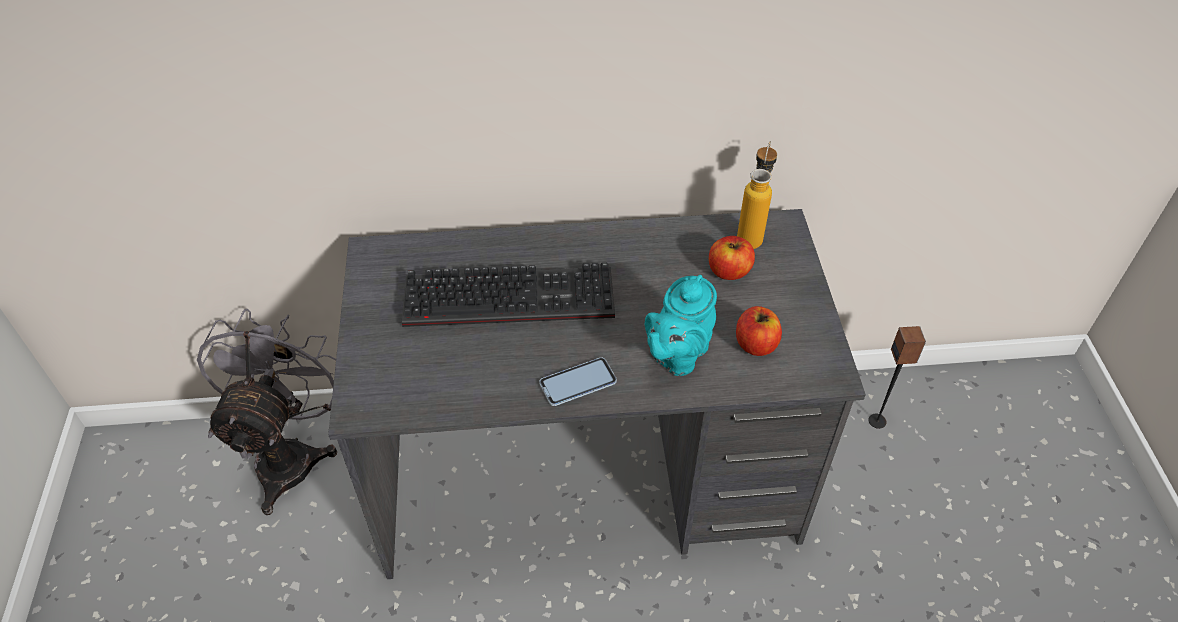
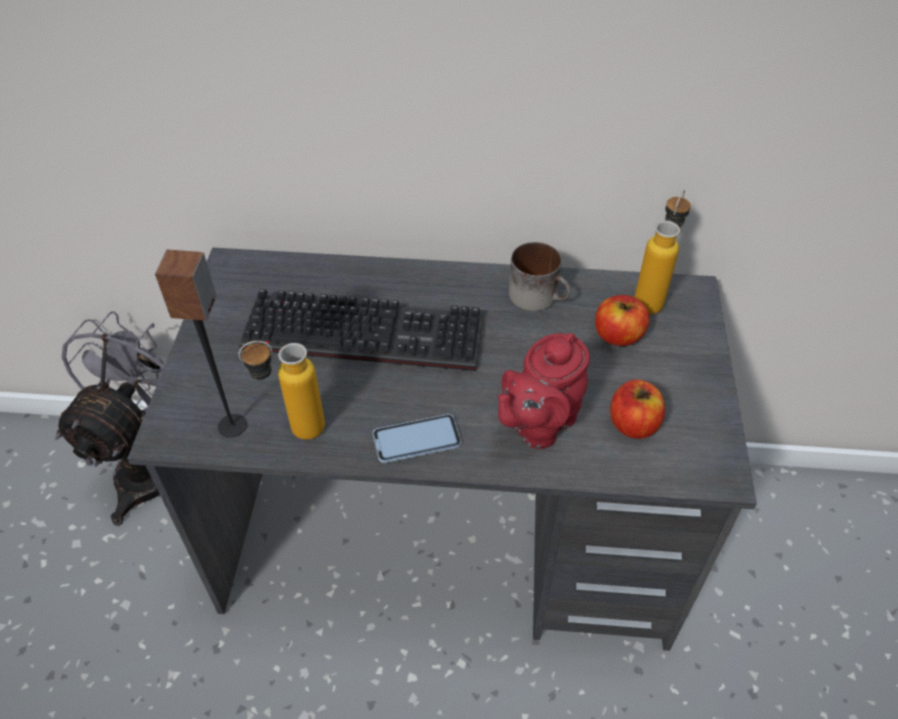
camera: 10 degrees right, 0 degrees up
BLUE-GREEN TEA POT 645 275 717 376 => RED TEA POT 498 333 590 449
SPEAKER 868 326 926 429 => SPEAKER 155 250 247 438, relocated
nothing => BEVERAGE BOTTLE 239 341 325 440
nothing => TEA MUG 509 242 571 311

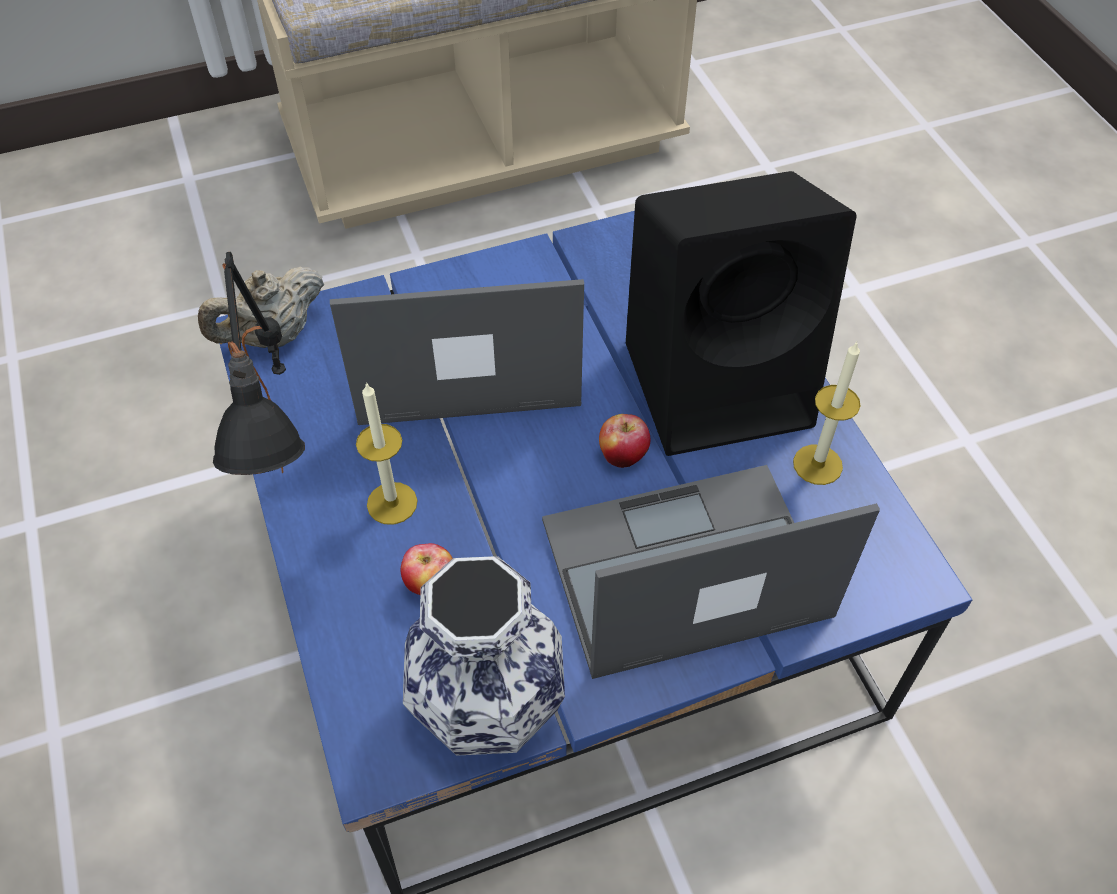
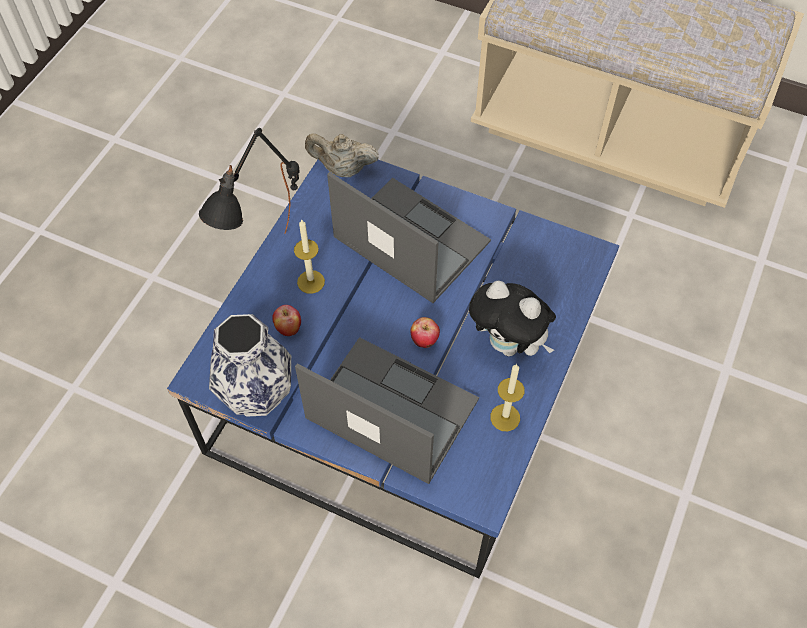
camera: 45 degrees right, 5 degrees up
BLACKISH SPEAKER 626 171 857 456 => PLUSH TOY 469 281 556 356

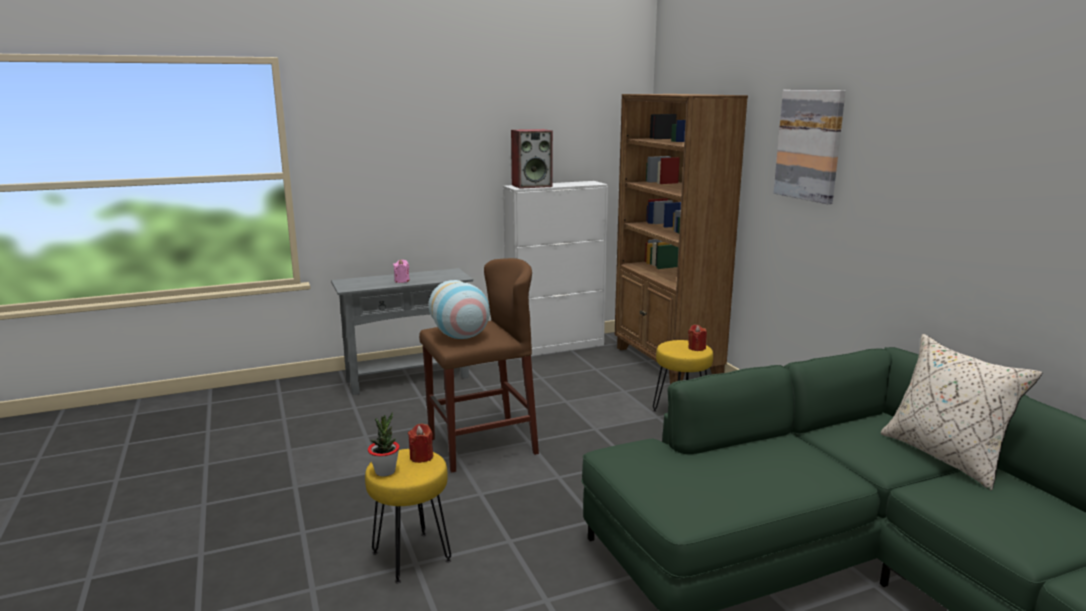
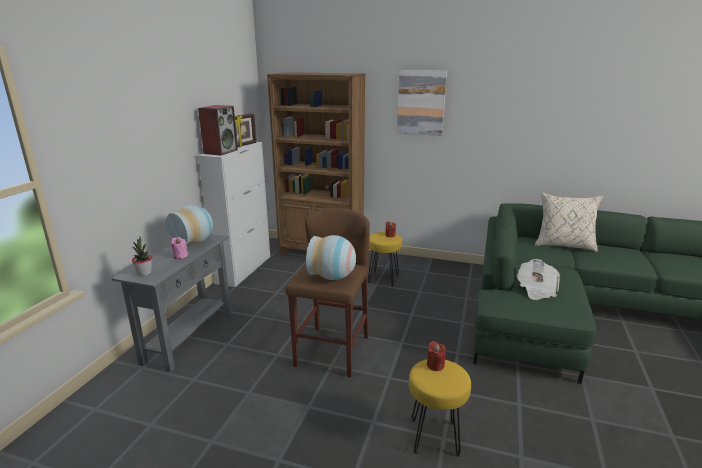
camera: 50 degrees left, 5 degrees up
POTTED PLANT 368 412 400 477 => POTTED PLANT 132 237 152 276, relocated
nothing => FLOWER VASE 166 205 213 245
nothing => PHOTO FRAME 235 114 256 147
nothing => PRINTED PAPER 517 259 560 300

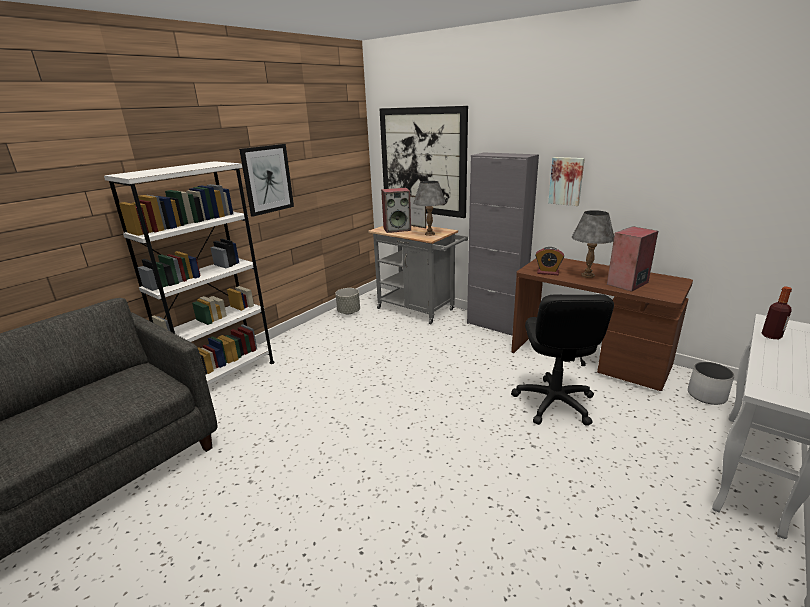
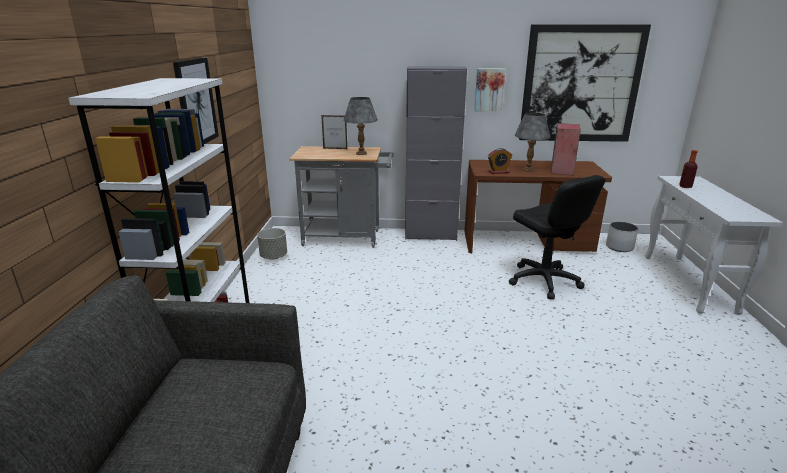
camera: 35 degrees left, 0 degrees up
PICTURE 380 106 468 218 => PICTURE 519 25 651 142, relocated
SPEAKER 381 188 411 233 => nothing

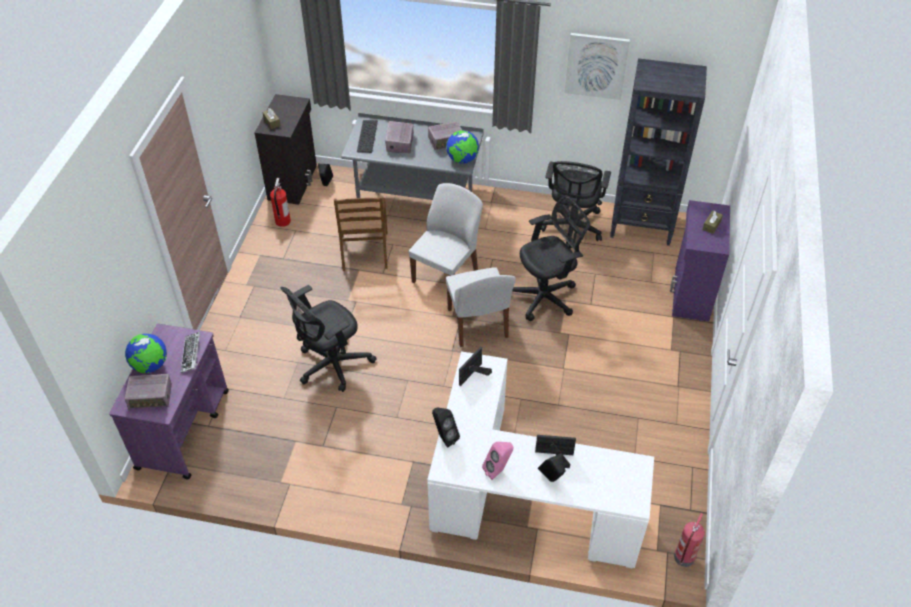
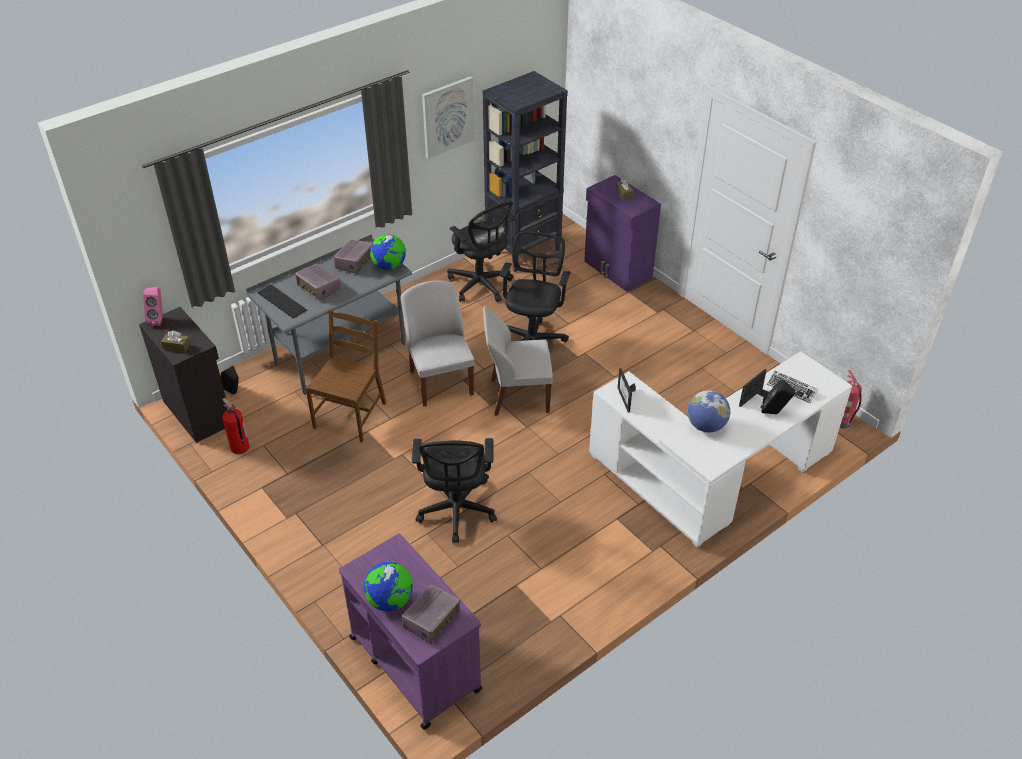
camera: 50 degrees left, 5 degrees down
COMPUTER KEYBOARD 181 332 200 373 => COMPUTER KEYBOARD 767 371 818 403, relocated
BROWNISH CHAIR 334 196 388 271 => BROWNISH CHAIR 306 308 386 442, 105 degrees counterclockwise
BLACKISH SPEAKER 432 408 460 448 => nothing
WHITE-COLOURED CHAIR 446 267 516 347 => WHITE-COLOURED CHAIR 483 306 553 416, 150 degrees clockwise
PINK SPEAKER 482 442 514 480 => PINK SPEAKER 143 287 163 326, relocated
nothing => GLOBE 687 390 730 432

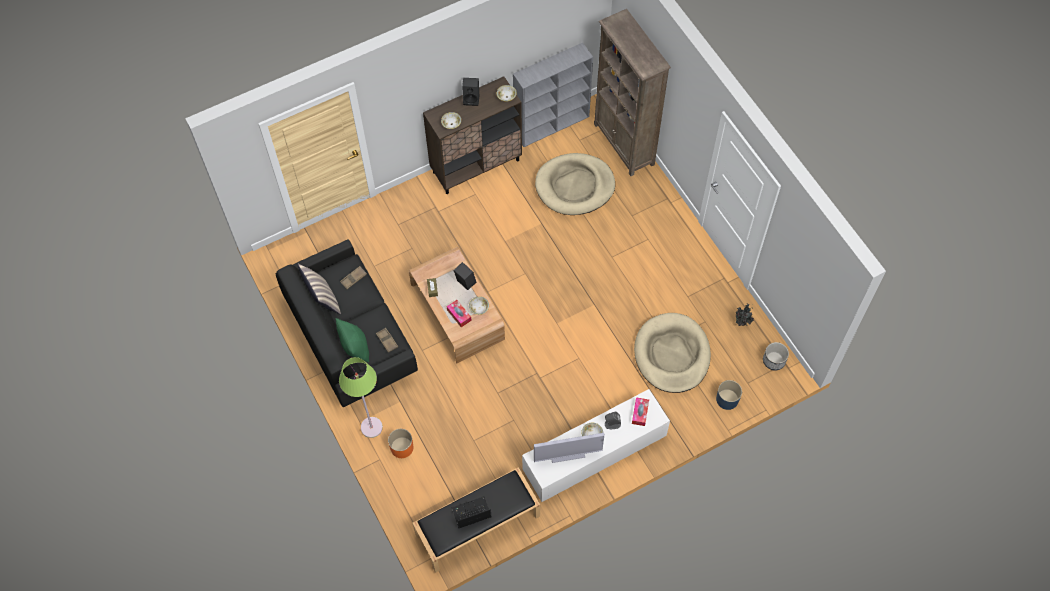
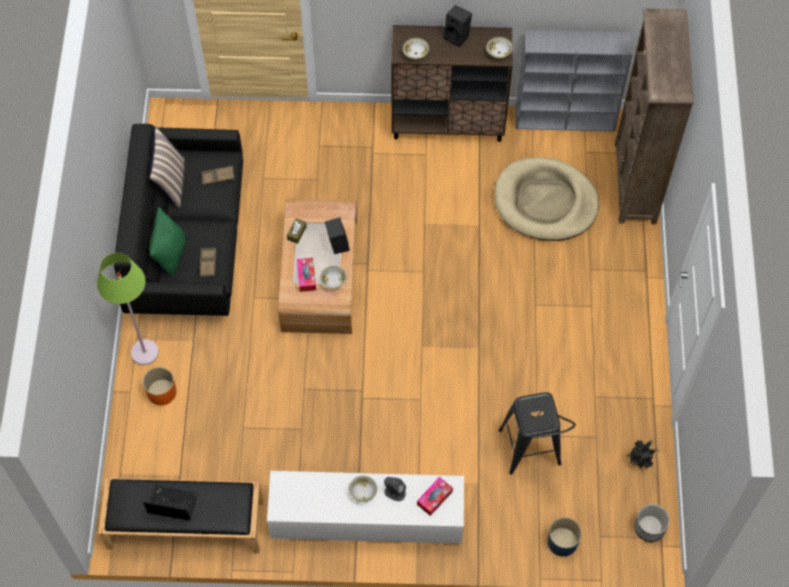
camera: 30 degrees right, 0 degrees up
TV 534 433 604 463 => nothing
BEIGE-COLOURED DOG CUSHION 634 313 711 393 => BLACKISH SITTING STOOL 499 392 576 475

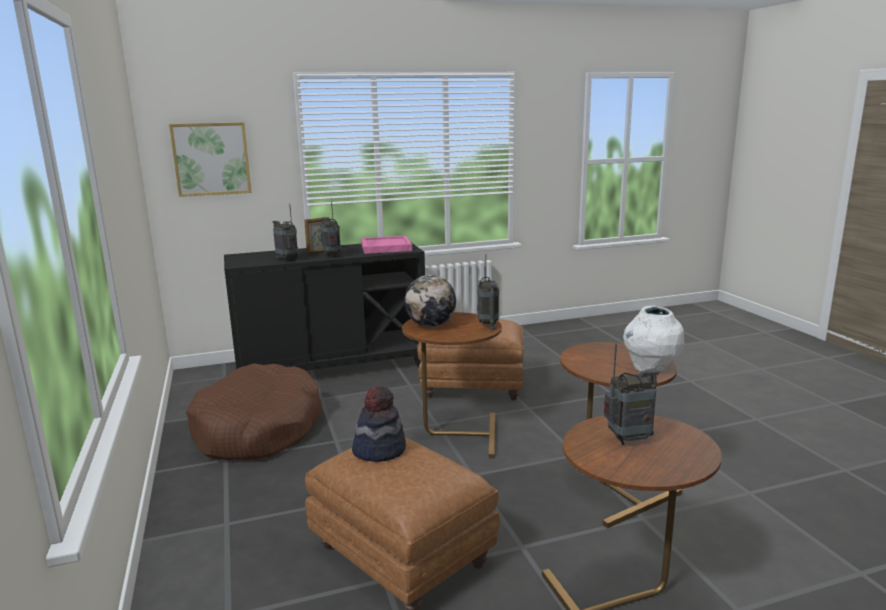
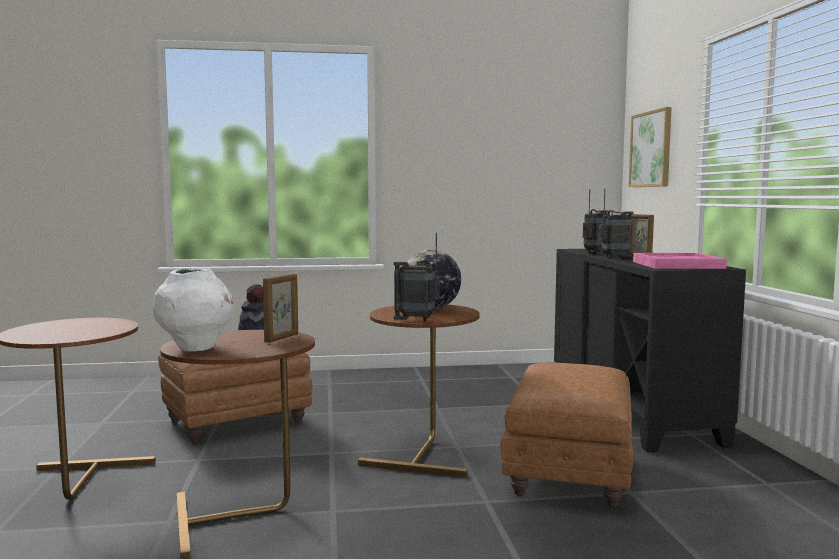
camera: 100 degrees right, 10 degrees down
BROWNISH DOG CUSHION 186 363 322 460 => nothing
RADIO SET 604 344 659 445 => nothing
nothing => PHOTO FRAME 263 274 298 343

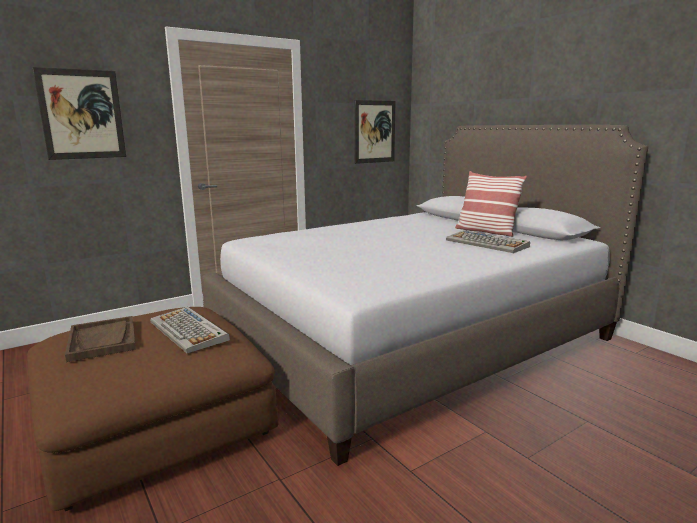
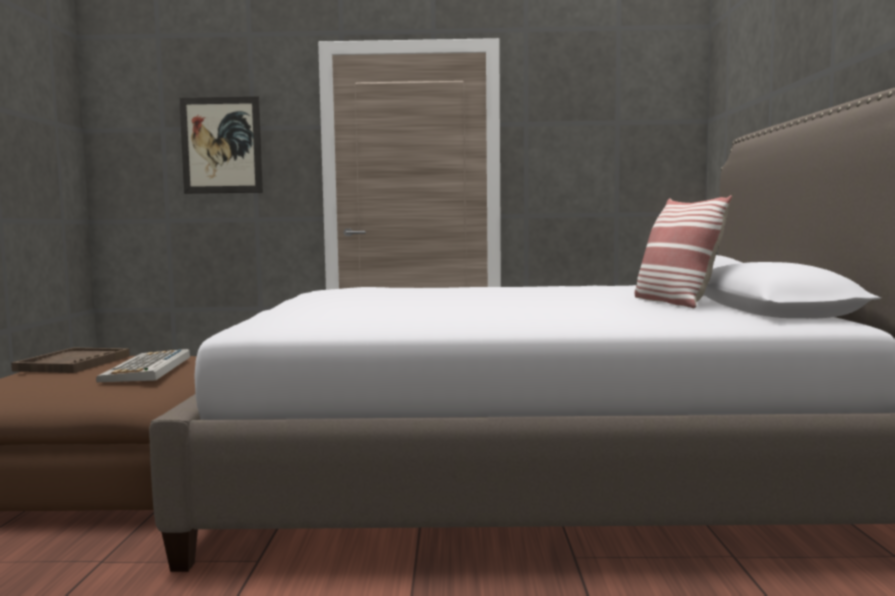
camera: 35 degrees right, 10 degrees down
PICTURE 354 100 395 164 => nothing
COMPUTER KEYBOARD 446 230 530 253 => nothing

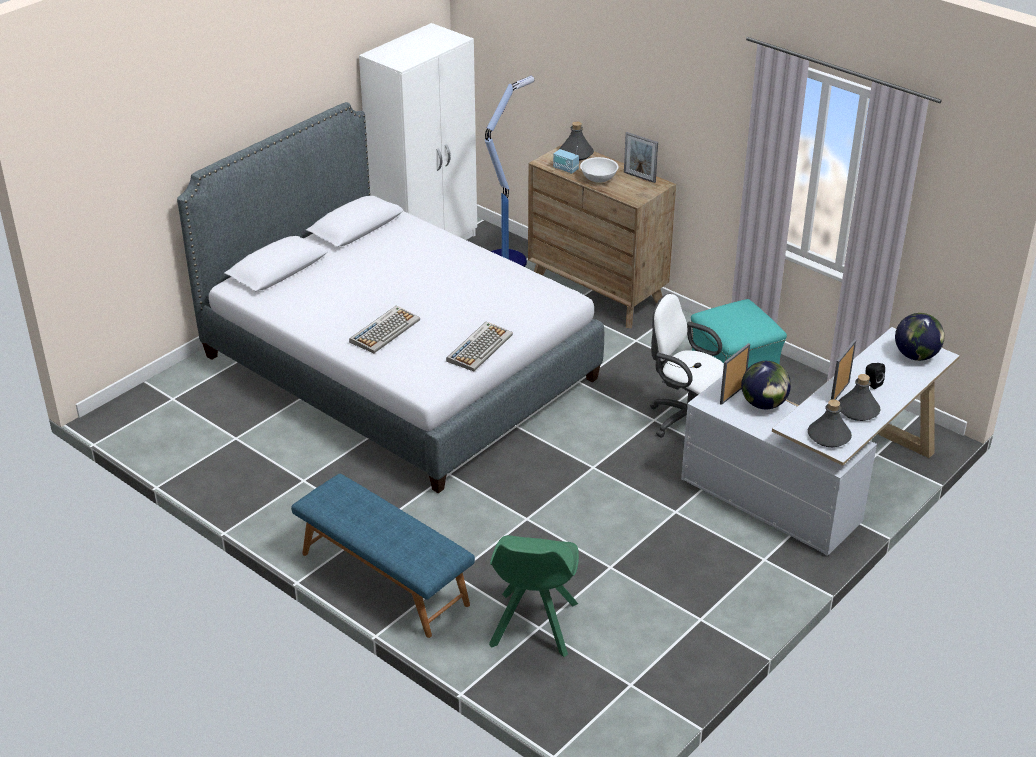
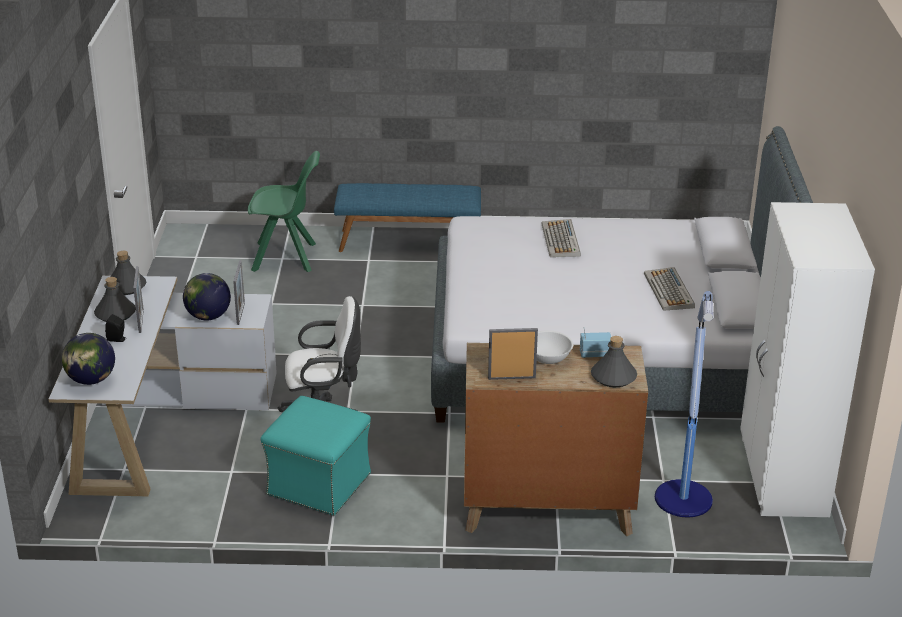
camera: 140 degrees right, 5 degrees down
COMPUTER KEYBOARD 446 322 513 371 => COMPUTER KEYBOARD 644 267 695 311, relocated
GREEN-COLOURED CHAIR 489 535 579 657 => GREEN-COLOURED CHAIR 248 151 320 272, 120 degrees clockwise

